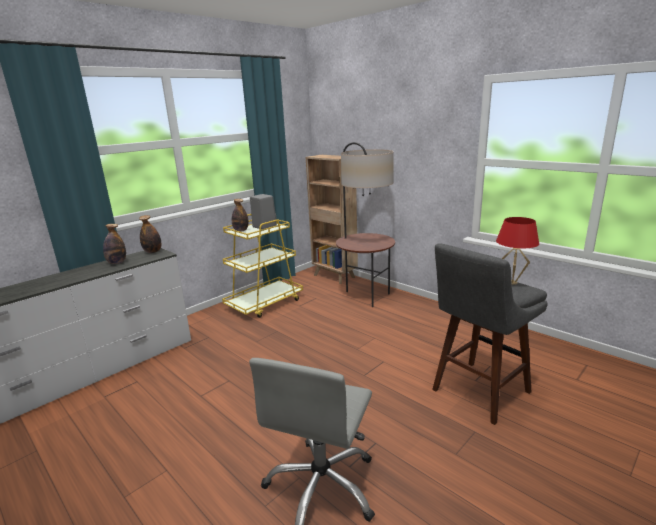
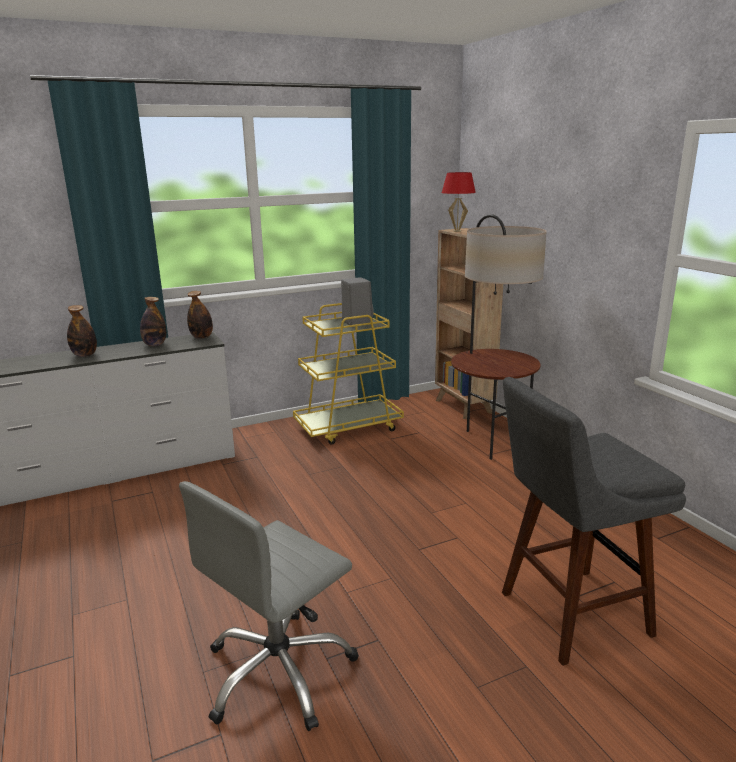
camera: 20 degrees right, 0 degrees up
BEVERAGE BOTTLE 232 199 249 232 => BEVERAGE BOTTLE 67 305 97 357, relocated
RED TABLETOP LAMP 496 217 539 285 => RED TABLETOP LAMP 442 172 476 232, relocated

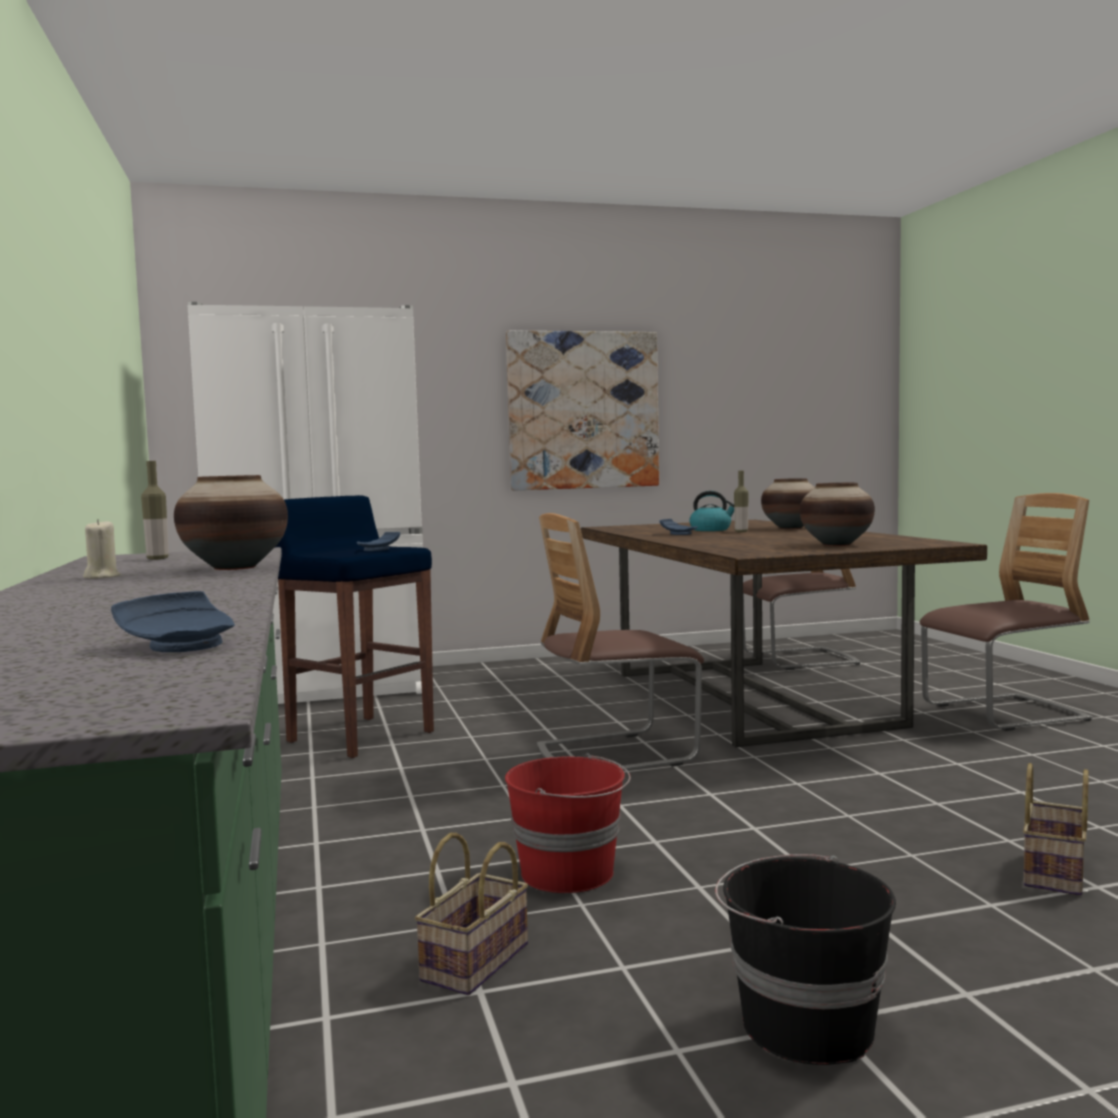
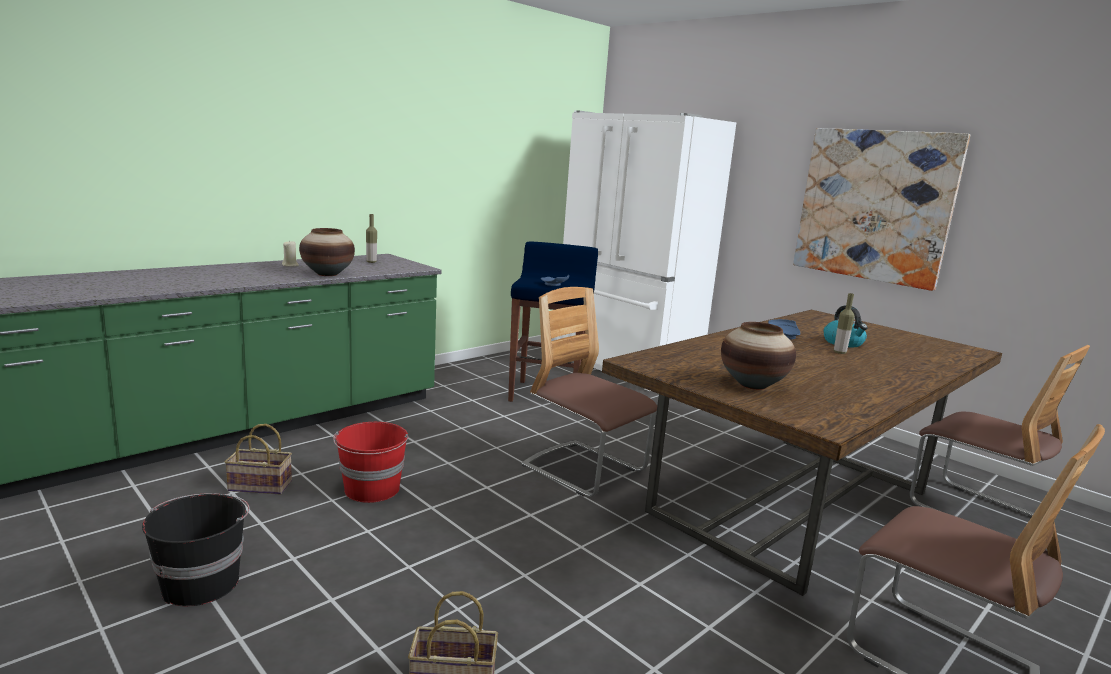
camera: 60 degrees right, 10 degrees up
BLUE-COLOURED PLATE 111 591 235 652 => nothing
FLOWER VASE 761 478 815 529 => nothing

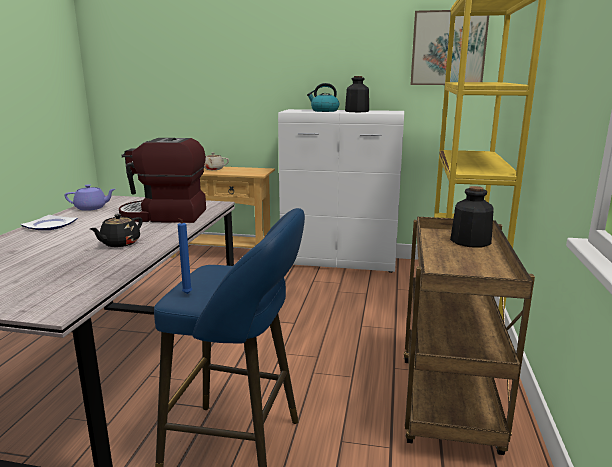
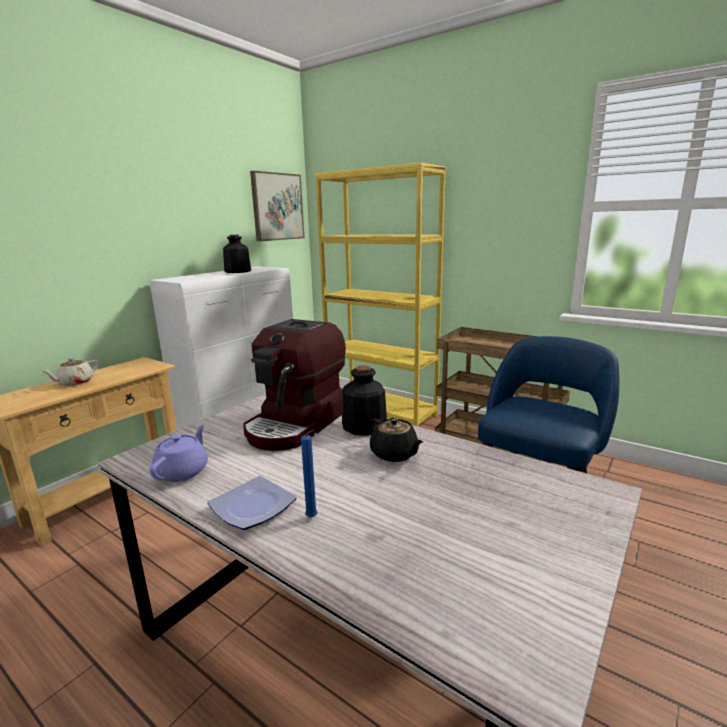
camera: 65 degrees left, 0 degrees up
BLUE-COLOURED CANDLE 178 218 192 294 => BLUE-COLOURED CANDLE 301 430 317 518, relocated
KETTLE 307 83 339 112 => nothing
BEVERAGE BOTTLE 450 186 493 247 => BEVERAGE BOTTLE 342 365 387 436, relocated

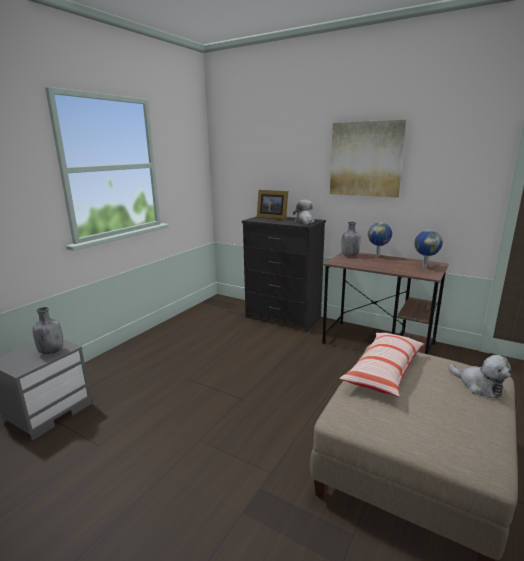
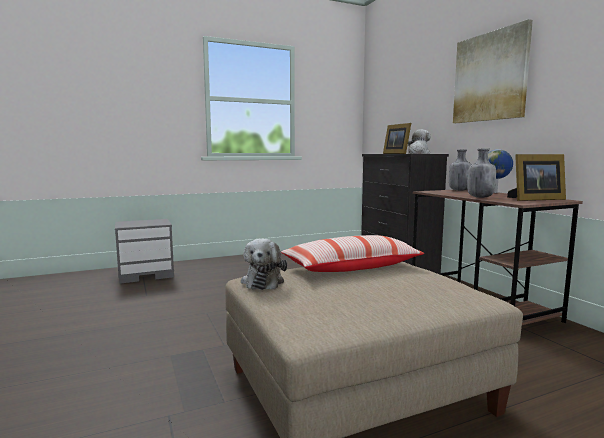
camera: 35 degrees right, 10 degrees down
GREY BEVERAGE BOTTLE 32 307 63 354 => GREY BEVERAGE BOTTLE 467 149 496 198, relocated
GLOBE 414 230 443 268 => PHOTO FRAME 507 154 566 201
PLUSH TOY 449 355 511 398 => PLUSH TOY 241 239 287 290, relocated

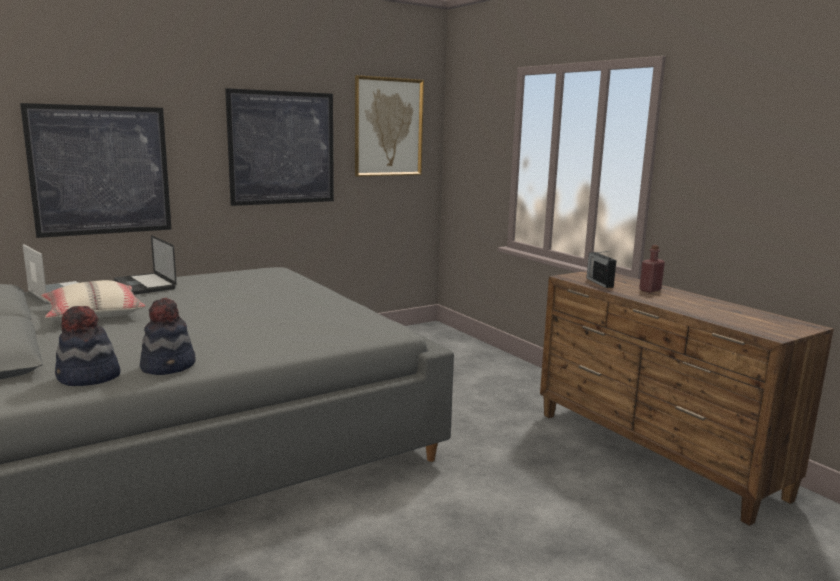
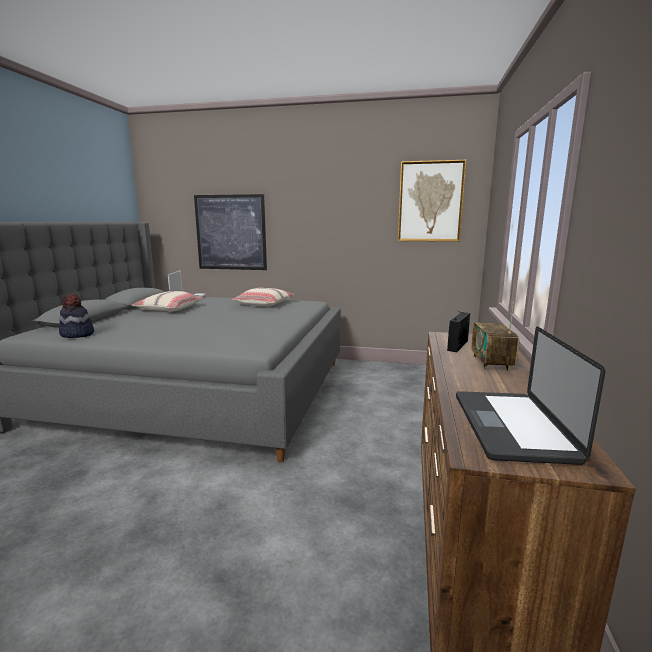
camera: 45 degrees right, 0 degrees up
NOTEBOOK COMPUTER 114 235 177 294 => NOTEBOOK COMPUTER 456 326 606 465, relocated
HAT 140 298 196 375 => nothing
PICTURE 225 88 334 206 => nothing
RED BEVERAGE BOTTLE 639 245 665 293 => RADIO SET 471 302 519 371
nothing => BEIGE-COLOURED THROW PILLOW 232 288 295 306

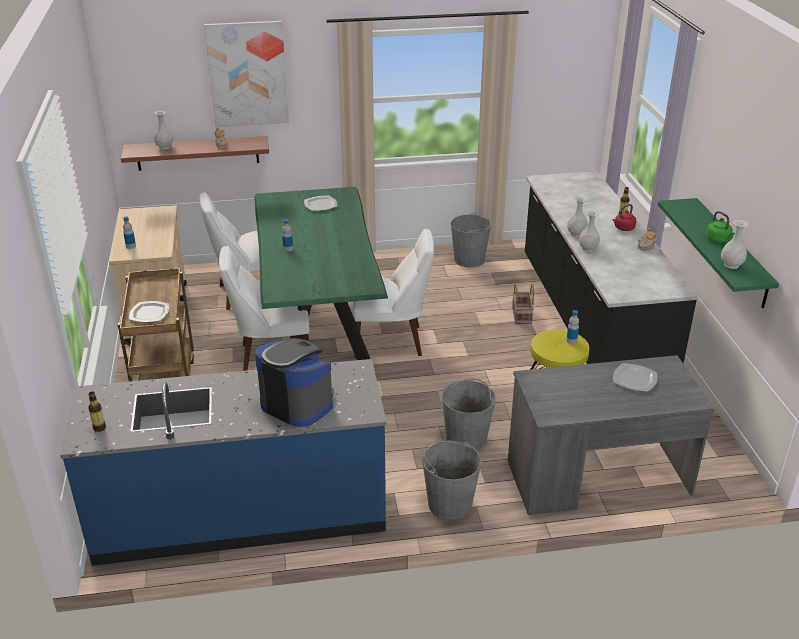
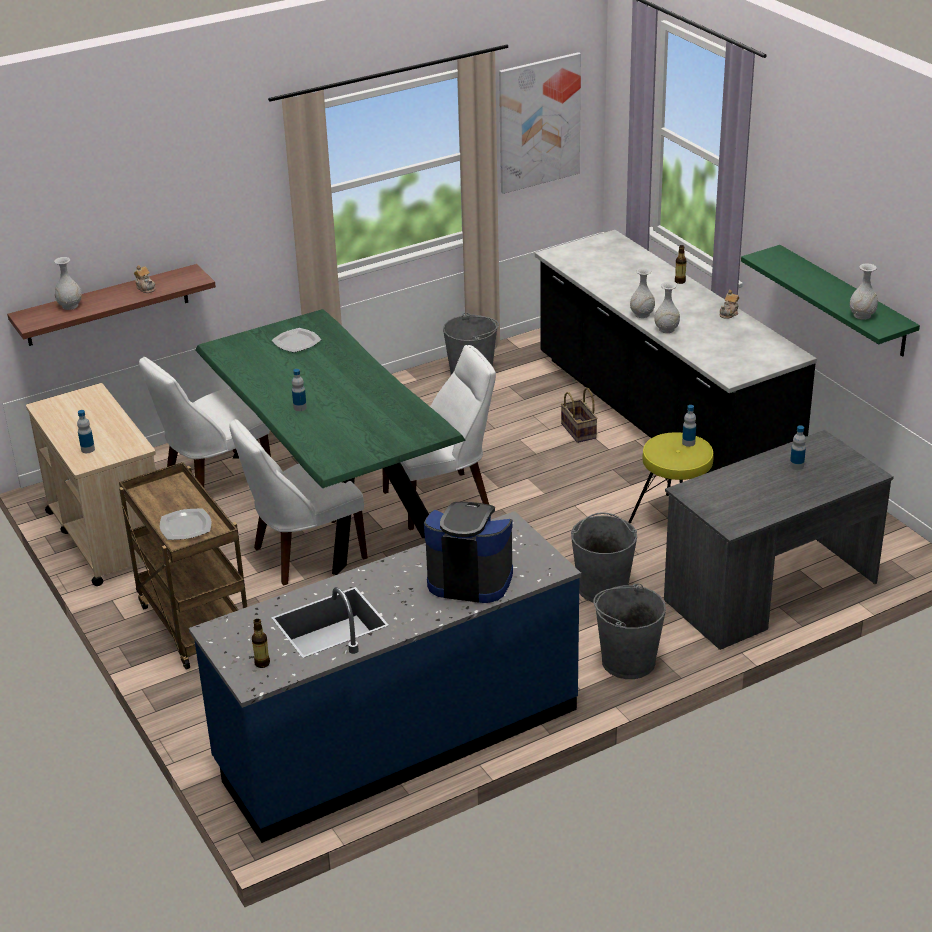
camera: 20 degrees left, 0 degrees up
PICTURE 204 21 289 127 => PICTURE 499 52 581 194, relocated
RED KETTLE 613 204 636 231 => nothing
PLATE 613 363 658 392 => BEVERAGE BOTTLE 790 425 806 470
GREEN-COLOURED KETTLE 706 211 735 243 => nothing

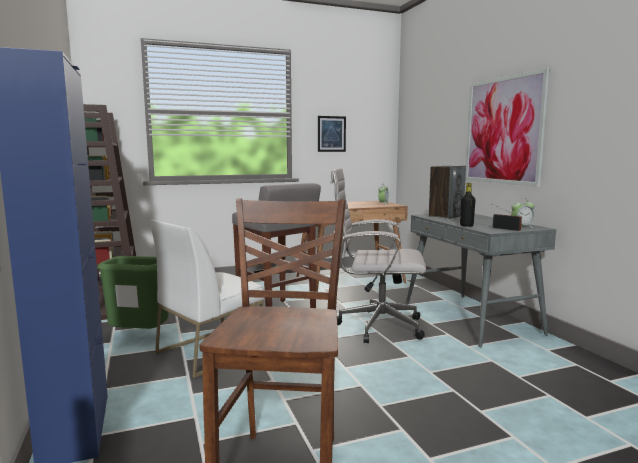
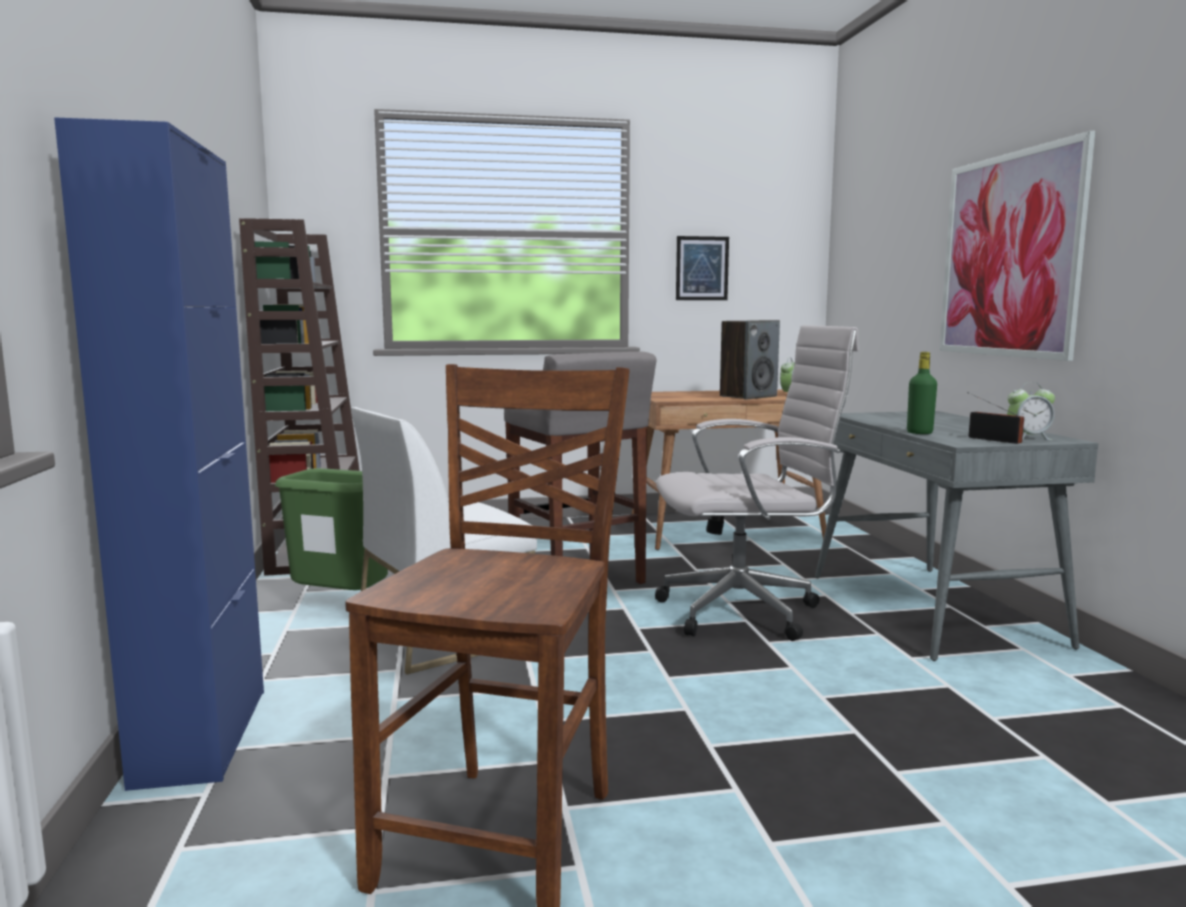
camera: 10 degrees right, 0 degrees up
WHITE-COLOURED DESK CHAIR 331 168 426 343 => WHITE-COLOURED DESK CHAIR 655 325 859 641, 150 degrees clockwise
SPEAKER 429 166 466 219 => SPEAKER 720 320 780 399, relocated
BLACKISH BEVERAGE BOTTLE 460 183 475 227 => GREEN-COLOURED BEVERAGE BOTTLE 907 352 937 434

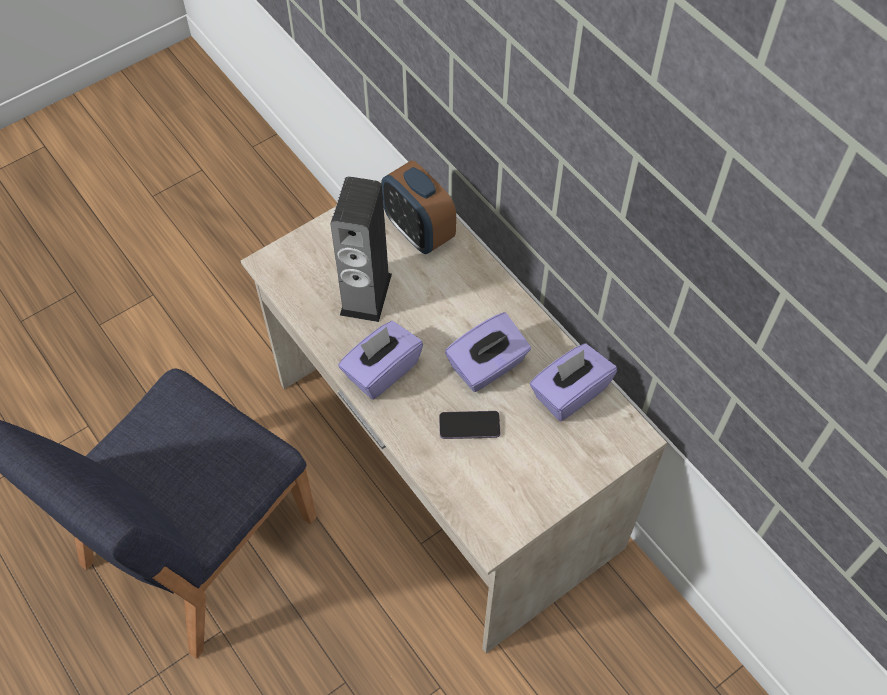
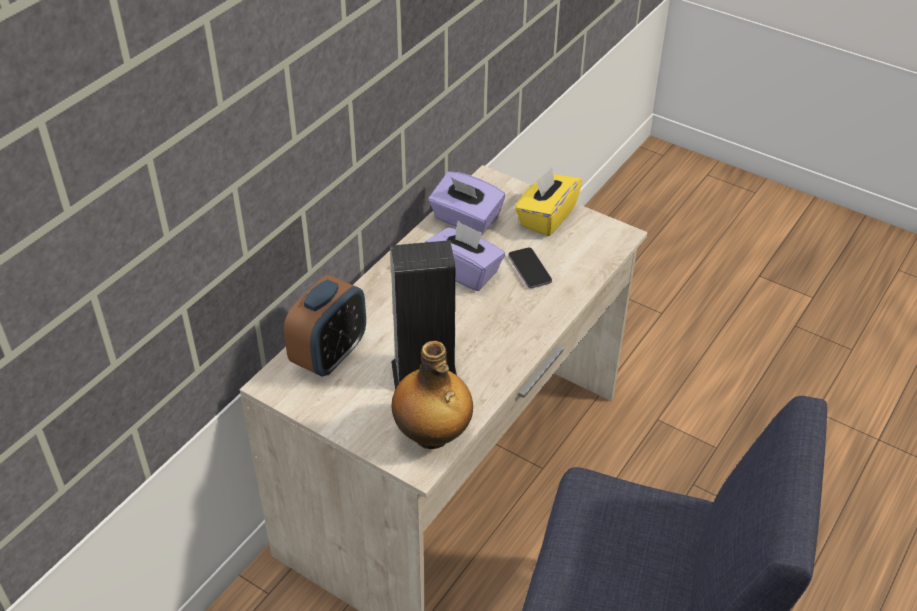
camera: 110 degrees left, 15 degrees down
PURPLISH TISSUE BOX 338 321 423 400 => nothing
nothing => BEVERAGE BOTTLE 392 341 473 449
nothing => YELLOWISH TISSUE BOX 515 167 582 236

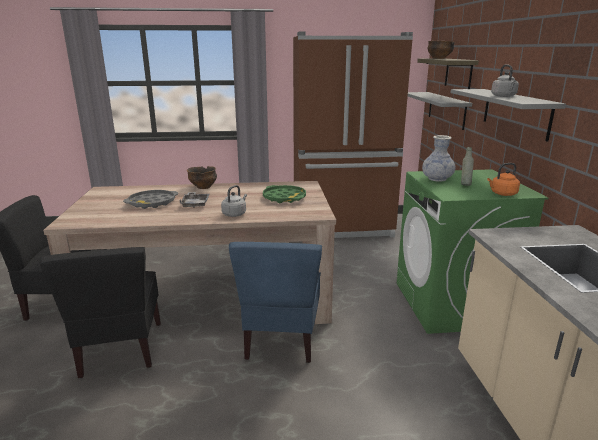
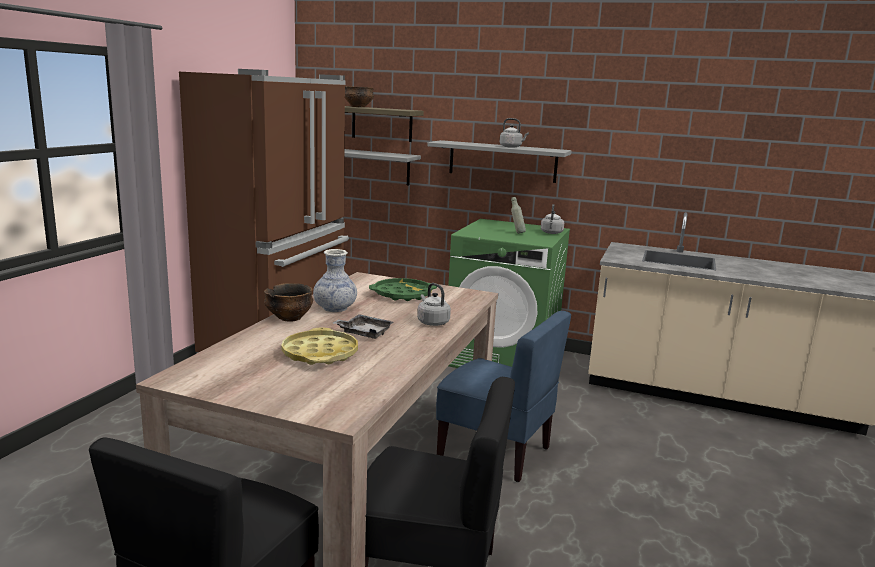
camera: 65 degrees left, 5 degrees down
GREY TRAY 123 190 178 209 => YELLOWISH TRAY 281 327 358 365
FLOWER VASE 422 135 455 182 => FLOWER VASE 313 249 357 312, relocated
ORANGE-COLOURED KETTLE 487 163 520 196 => GREY KETTLE 541 204 564 234

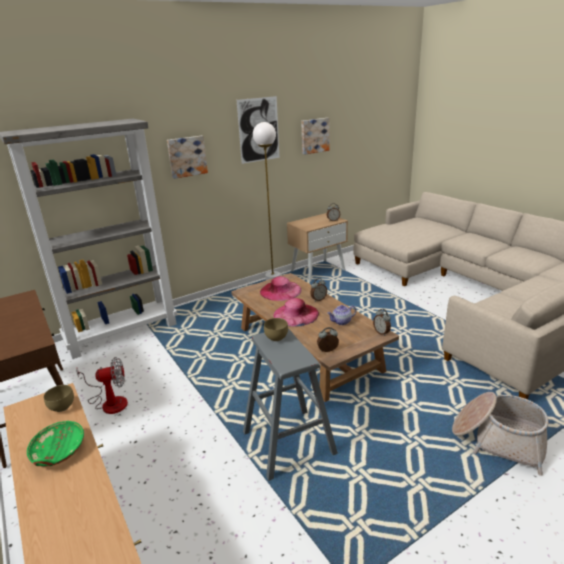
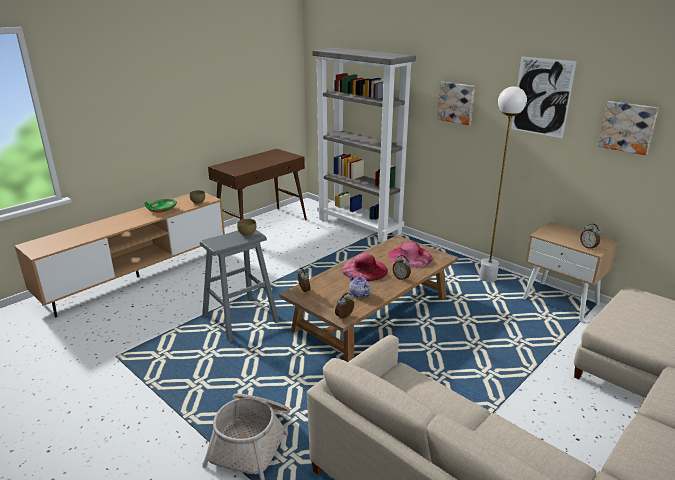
camera: 75 degrees right, 0 degrees up
COOLING FAN 76 357 128 414 => nothing

